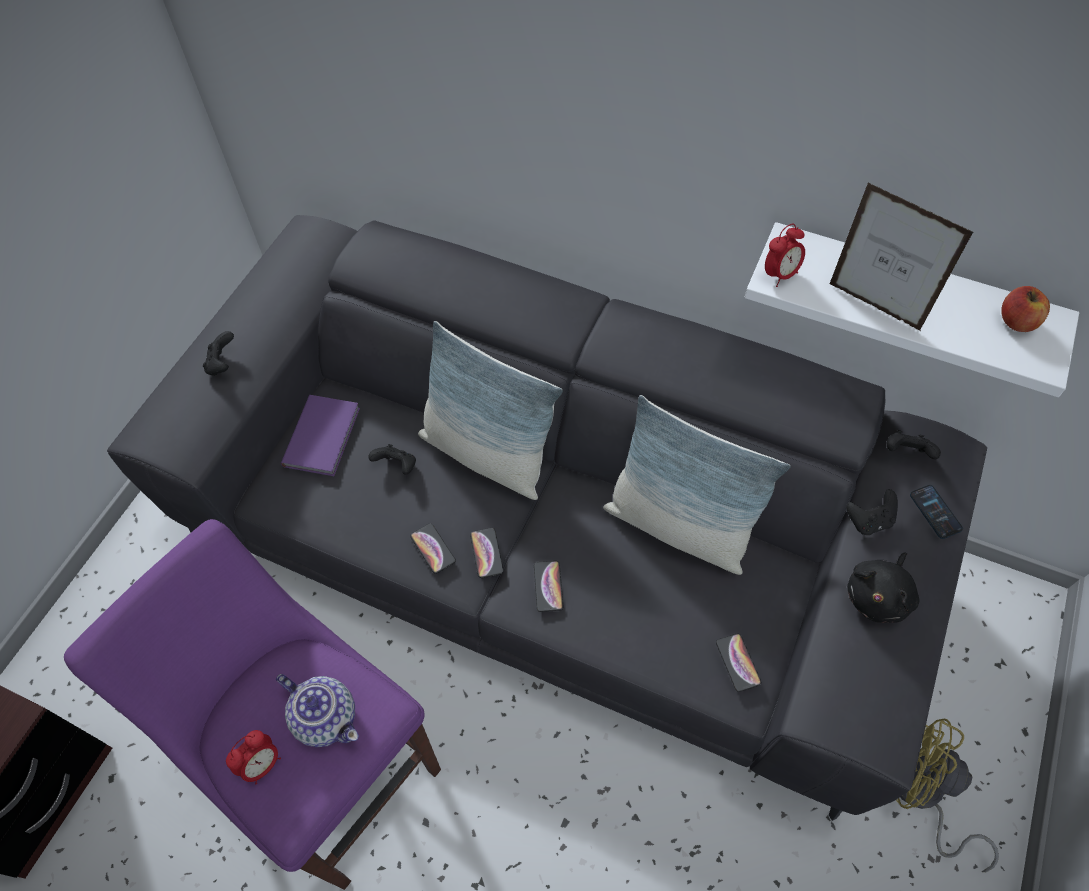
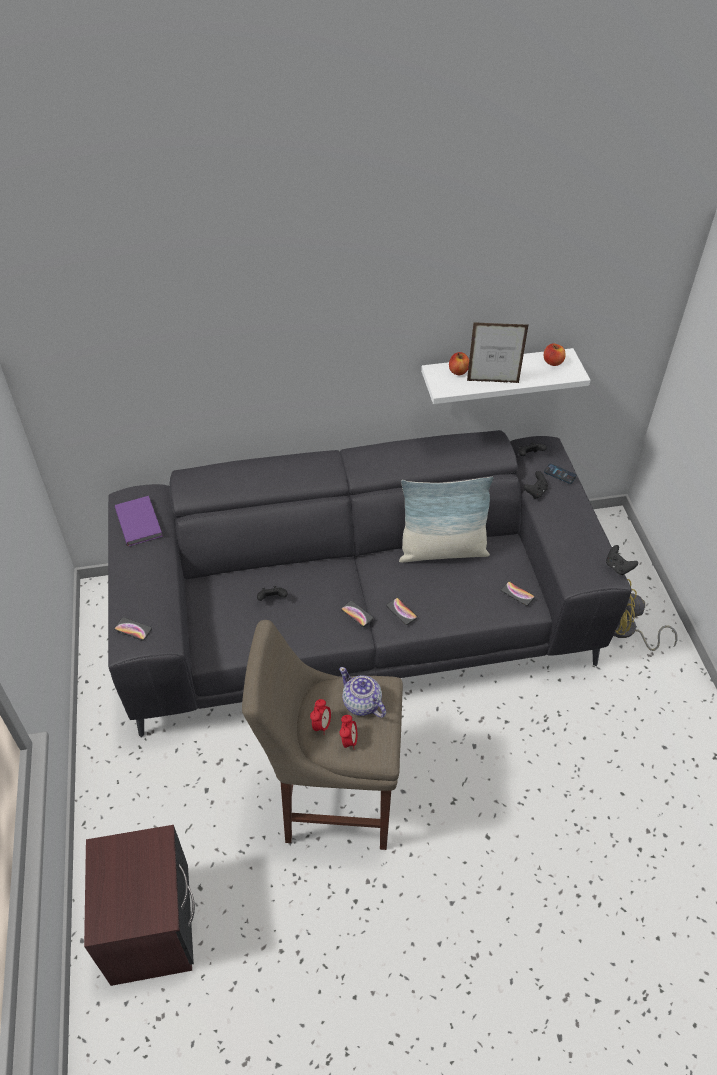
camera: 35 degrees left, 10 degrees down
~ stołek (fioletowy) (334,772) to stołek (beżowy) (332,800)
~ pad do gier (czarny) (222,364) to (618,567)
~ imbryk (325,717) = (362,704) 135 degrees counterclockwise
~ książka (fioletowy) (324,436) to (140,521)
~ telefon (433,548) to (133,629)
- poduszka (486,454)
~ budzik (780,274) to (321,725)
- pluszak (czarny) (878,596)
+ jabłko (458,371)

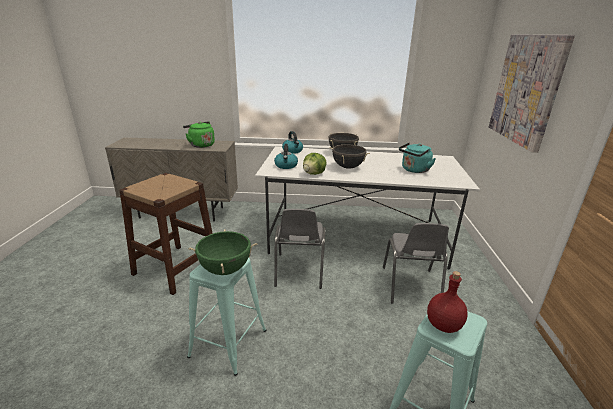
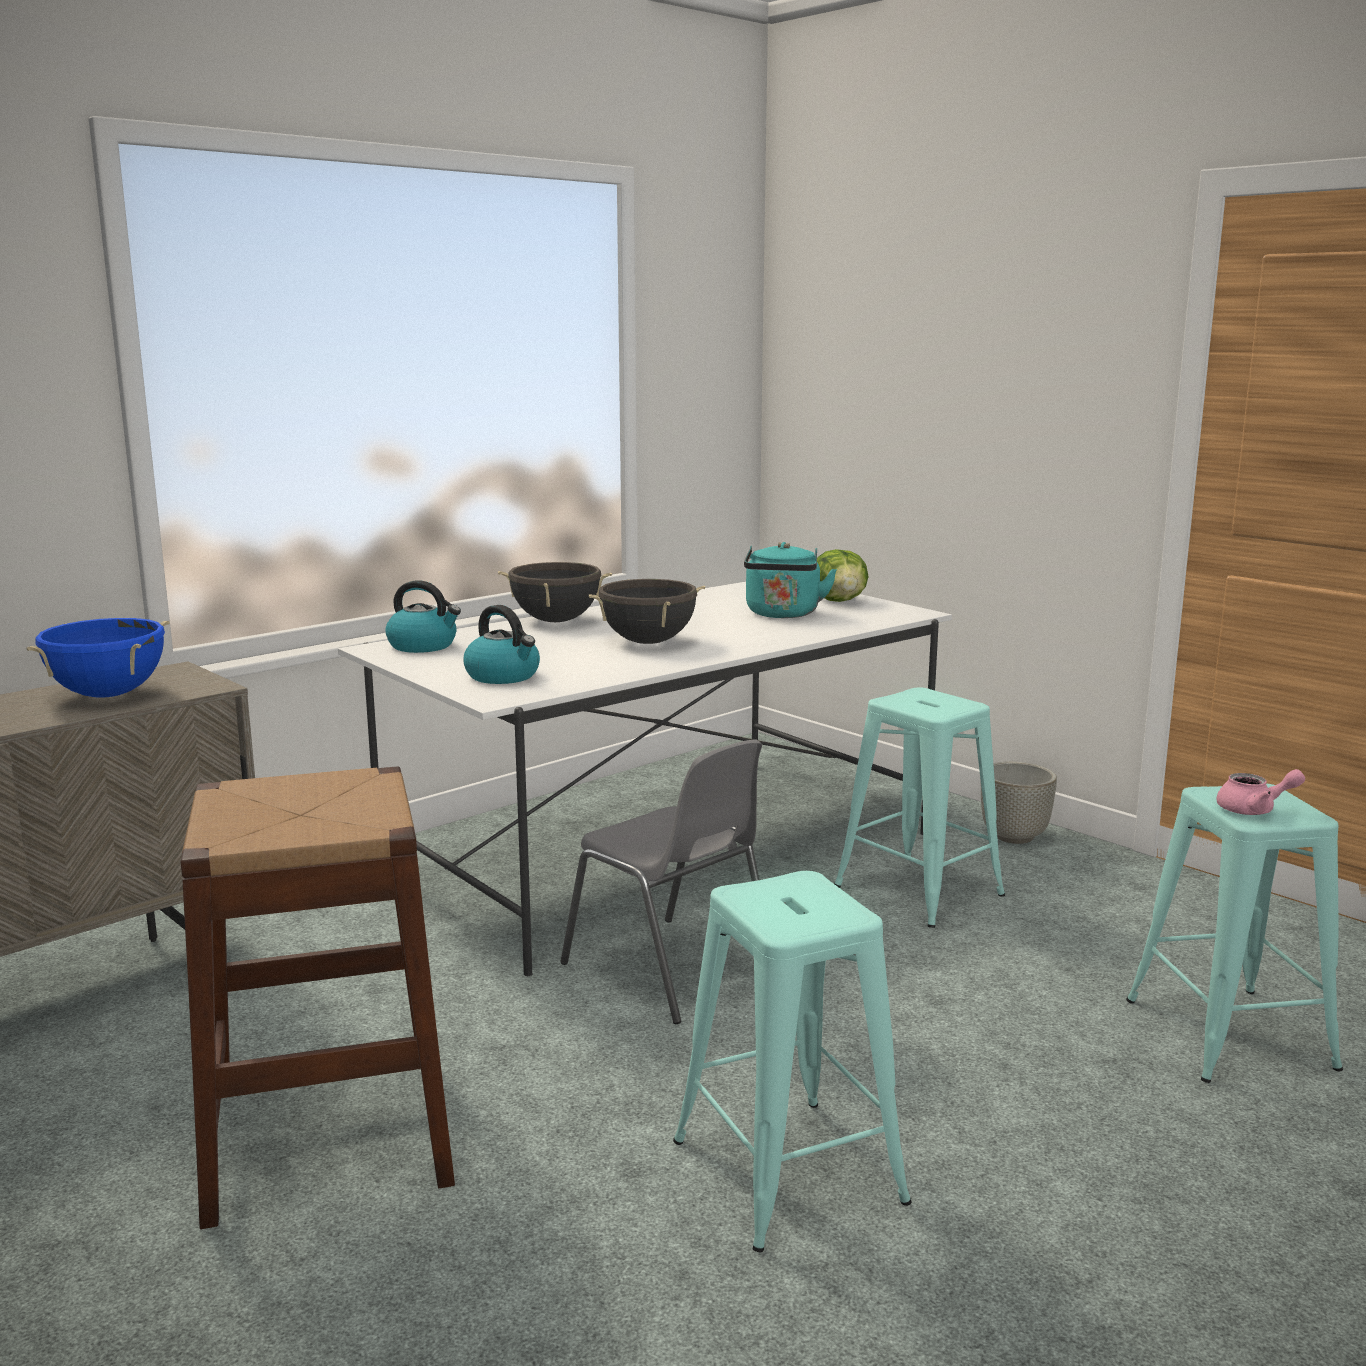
camera: 45 degrees left, 10 degrees down
~ czajnik (zielony) (201,145) to garnek (niebieski) (108,695)
- garnek (zielony) (225,269)
~ sałata (314,174) to (840,601)
~ krzesło (szary) (410,286) to stołek (turkusowy) (918,891)
~ butelka (czerwony) (444,325) to imbryk (różowy) (1254,810)
- obraz (526,89)
+ donica (szary) (1014,836)

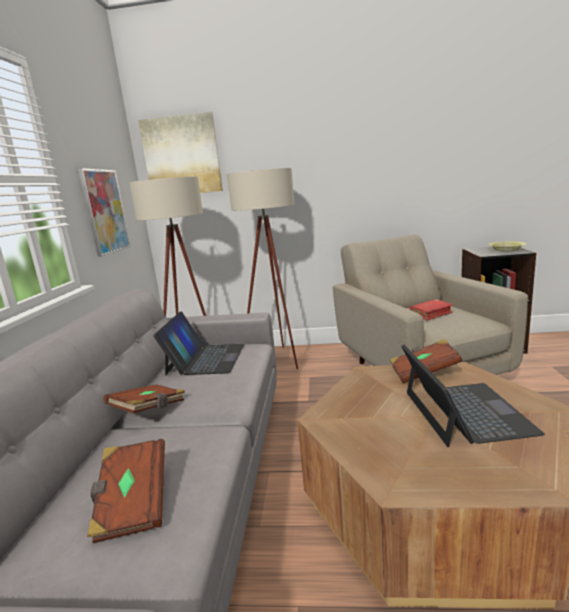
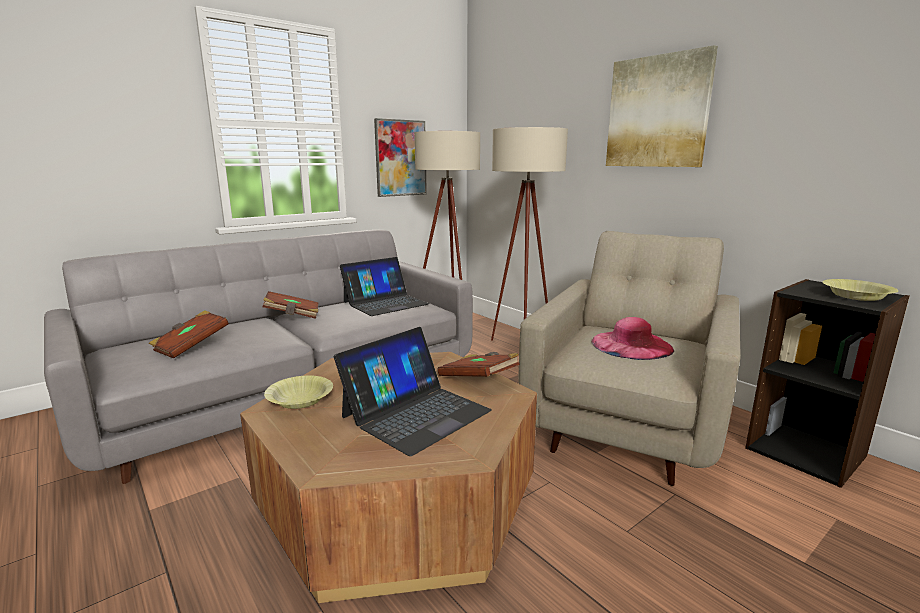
camera: 45 degrees right, 0 degrees up
~ obraz (182,156) to (657,112)
~ książka (czerwony) (431,314) to kapelusz (różowy) (631,345)
+ miska (żółty) (300,400)

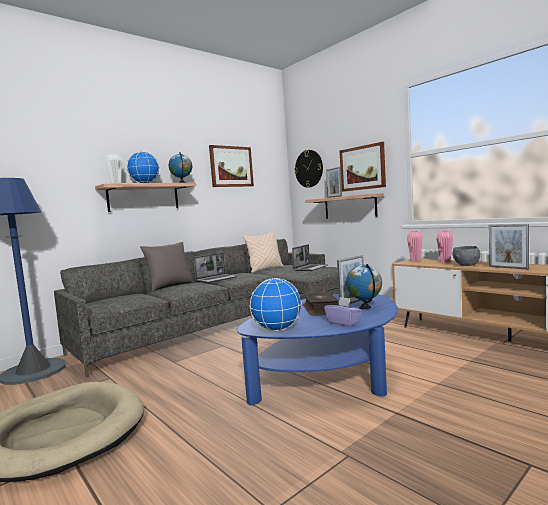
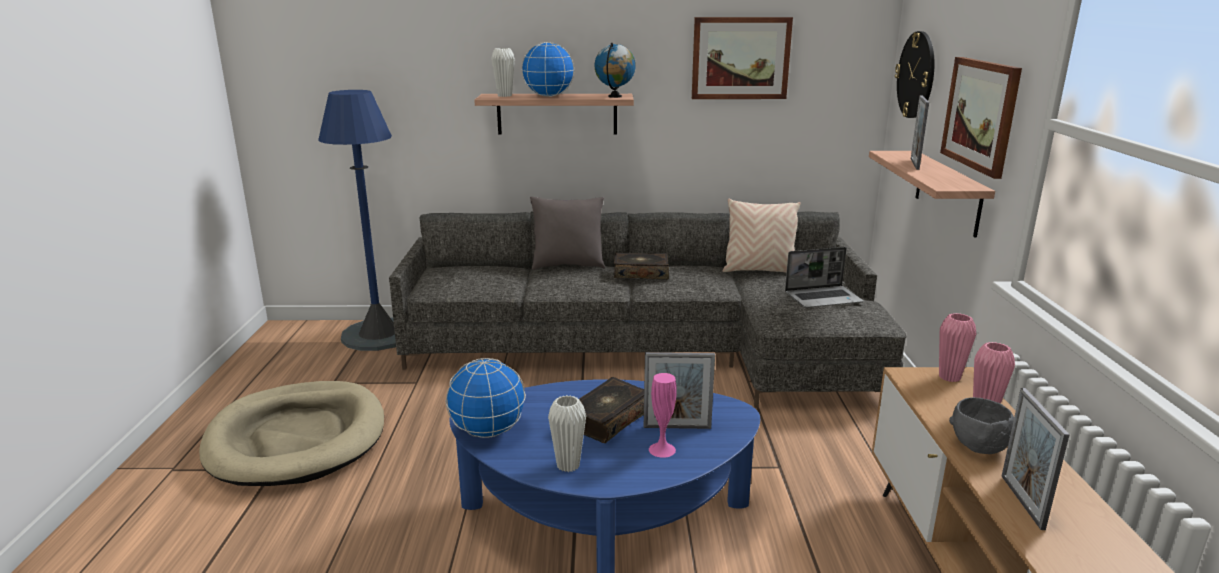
camera: 40 degrees right, 15 degrees up
~ laptop (217,279) to książka (641,273)
~ pudełko chusteczek (fioletowy) (343,323) to wazon (biały) (568,465)
~ globus (365,308) to wazon (różowy) (662,449)

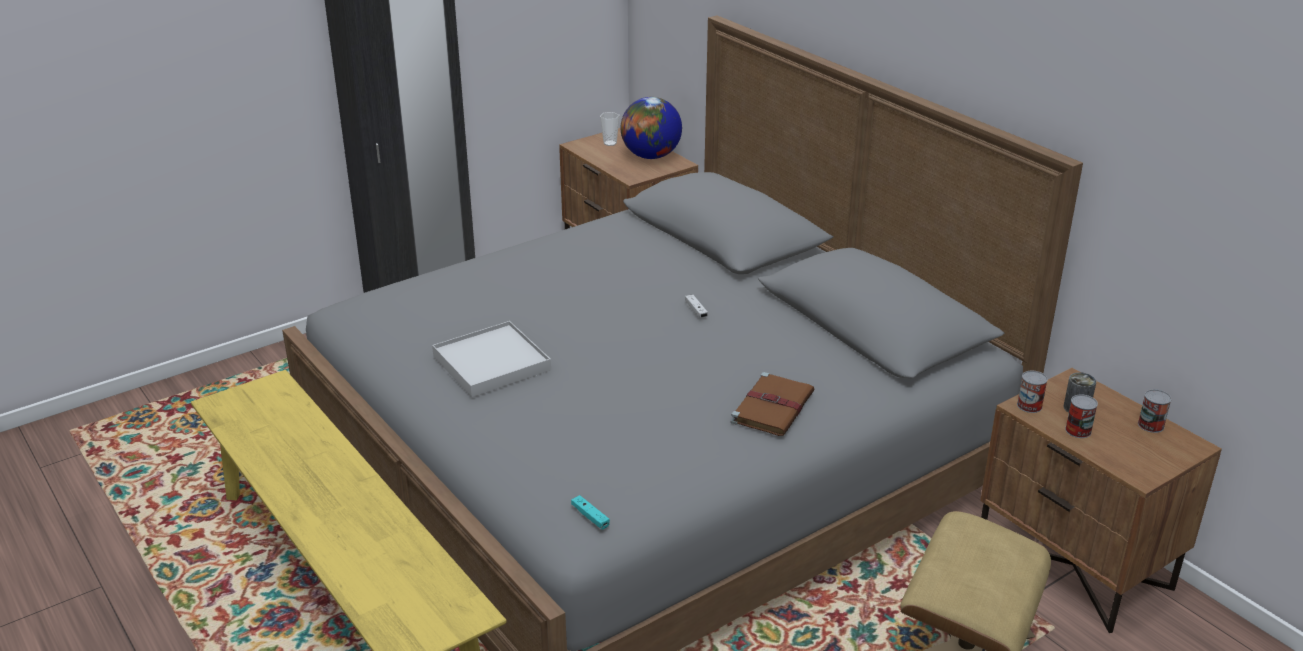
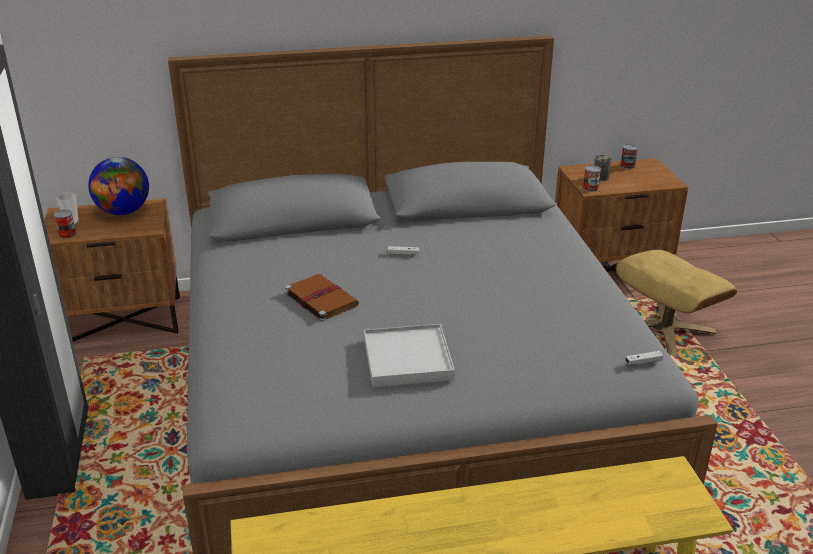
camera: 65 degrees left, 0 degrees up
~ pad do gier (turkusowy) (590,517) to pad do gier (biały) (643,362)
~ książka (brązowy) (773,407) to (320,299)
~ puszka (1078,430) to (67,234)

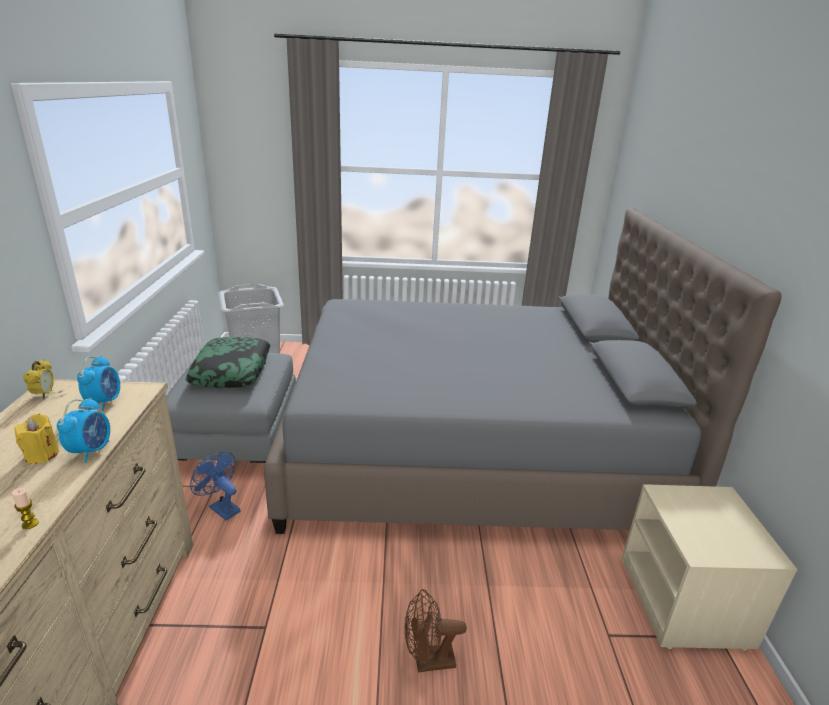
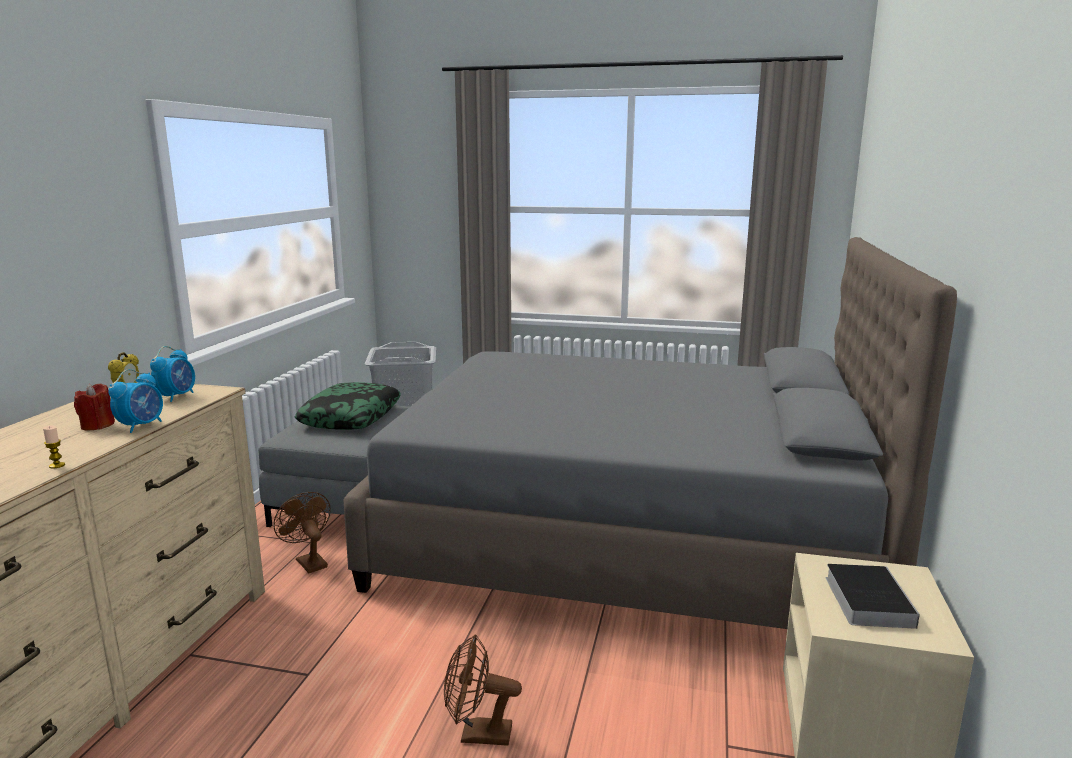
camera: 15 degrees right, 10 degrees down
~ świeca (żółty) (42,455) to świeca (czerwony) (97,425)
~ wentylator (niebieski) (221,508) to wentylator (brązowy) (308,562)
+ książka (866,599)

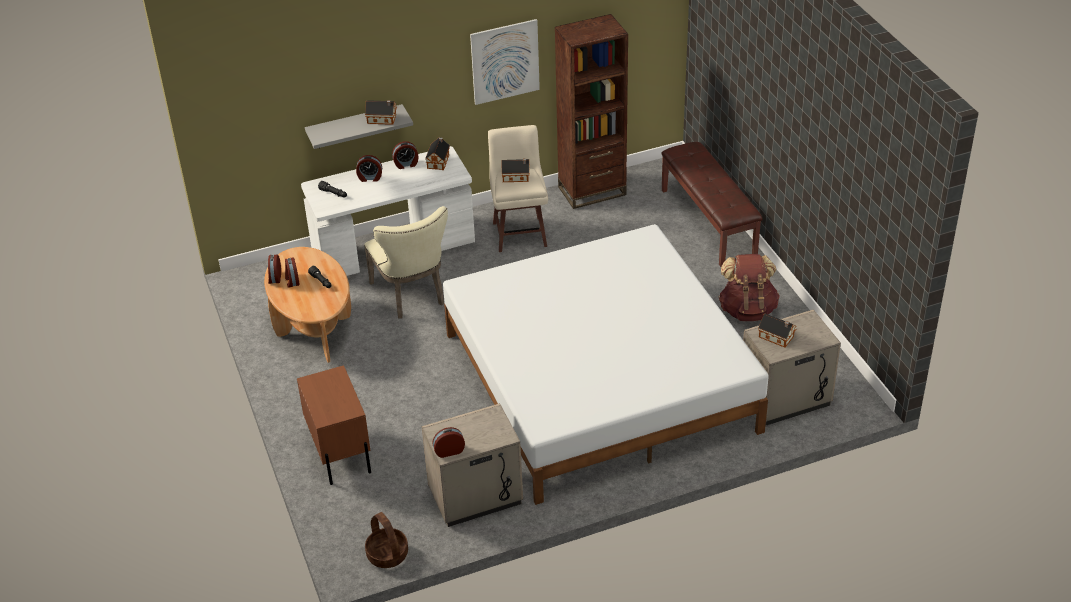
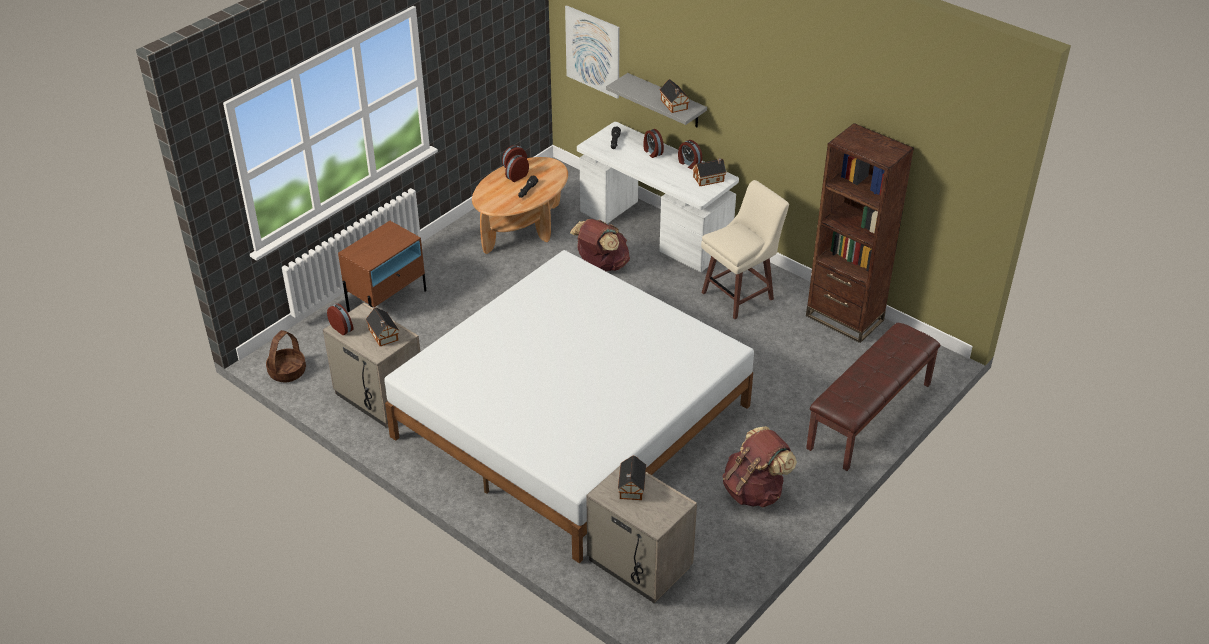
camera: 60 degrees right, 0 degrees up
~ krzesło (beżowy) (411,295) to plecak (brązowy) (601,265)
~ obraz (505,61) to (593,51)
~ domek (517,177) to (383,335)

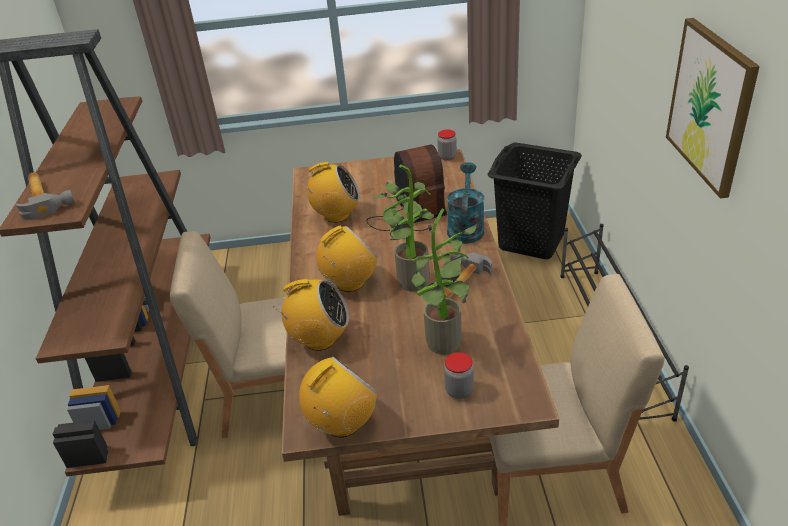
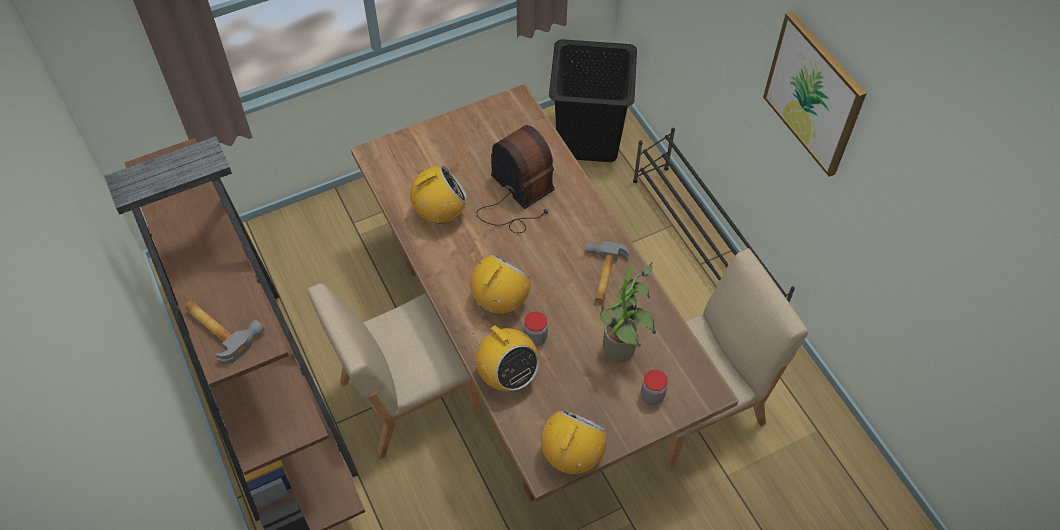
camera: 25 degrees left, 20 degrees up
~ radio (319,340) = (507,375) 75 degrees clockwise
- roślina doniczkowa (410,280)
~ słoik (447,157) to (535,338)
- konewka (turkusowy) (465,227)

